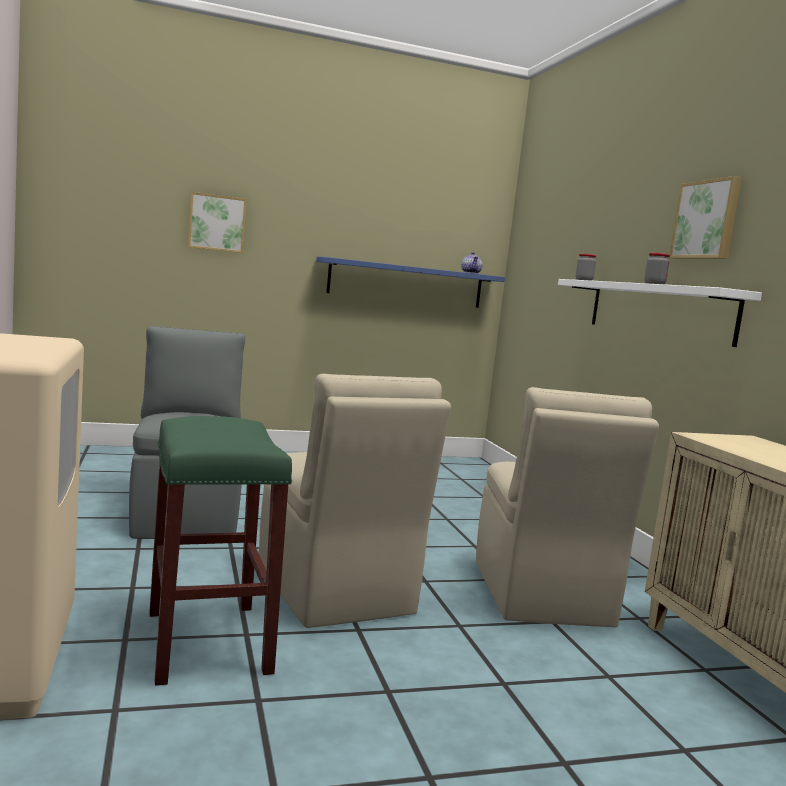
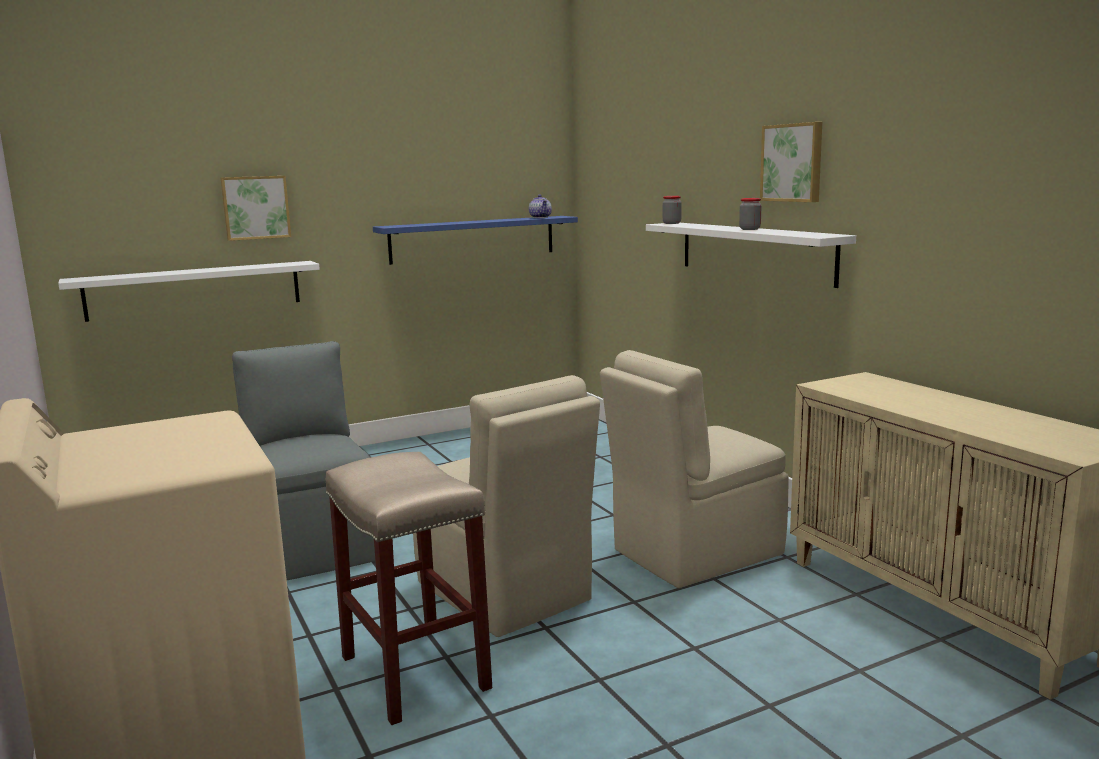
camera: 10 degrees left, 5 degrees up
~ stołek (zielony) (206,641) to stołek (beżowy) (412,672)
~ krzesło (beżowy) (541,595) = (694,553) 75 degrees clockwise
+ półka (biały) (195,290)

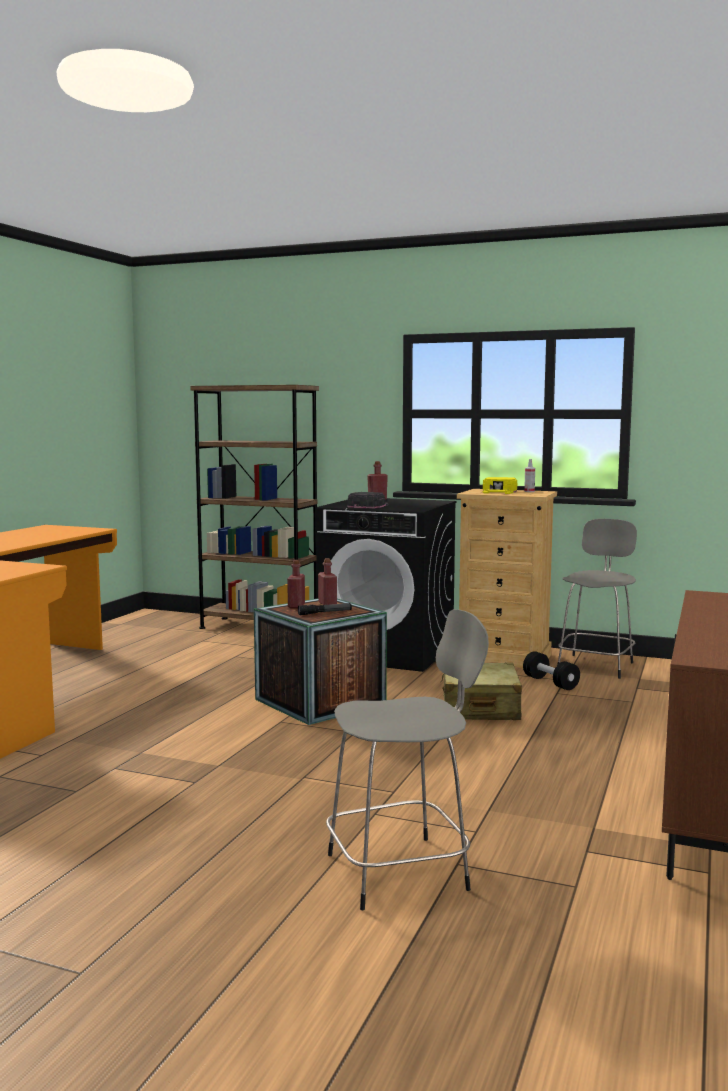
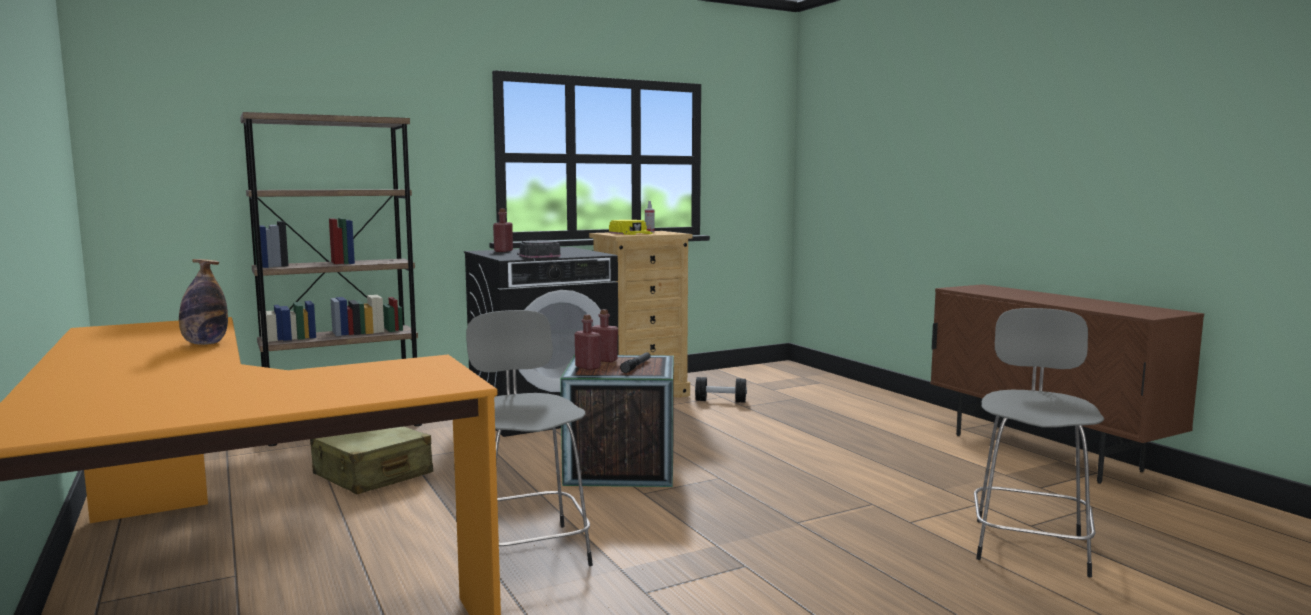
camera: 50 degrees left, 0 degrees up
~ walizka (beżowy) (480,708) to (372,474)
~ stołek (szary) (596,665) to (527,551)
+ butelka (205,344)

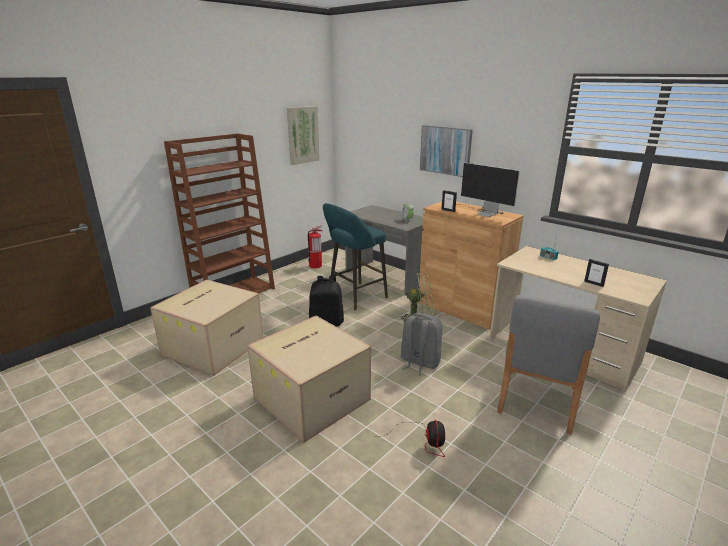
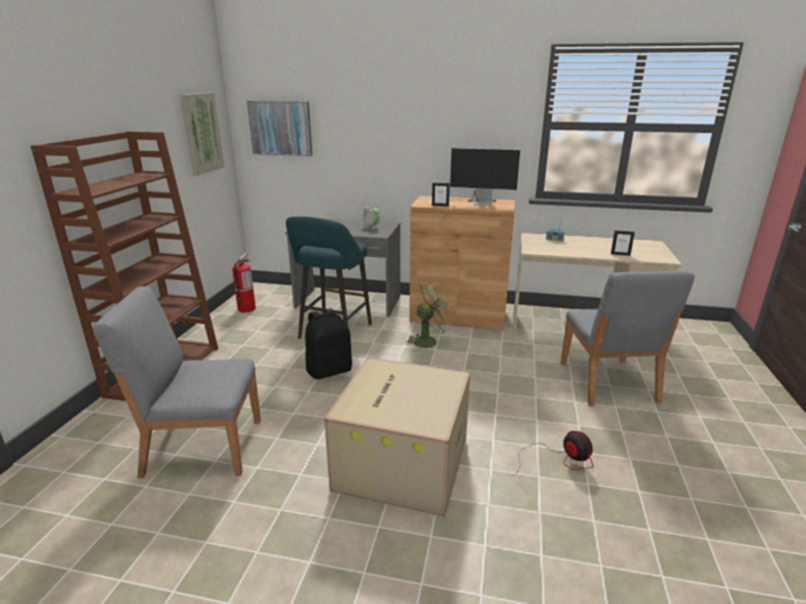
camera: 30 degrees left, 0 degrees up
~ karton (213,346) to krzesło (szary) (202,446)
- plecak (szary) (419,362)
~ obraz (445,150) to (281,128)

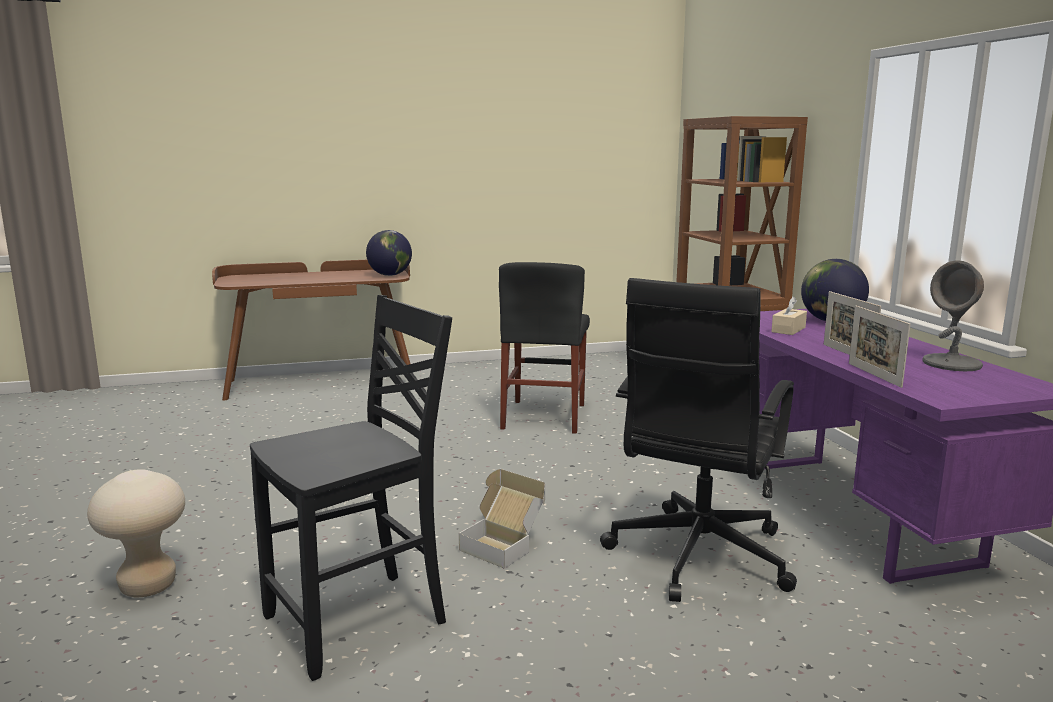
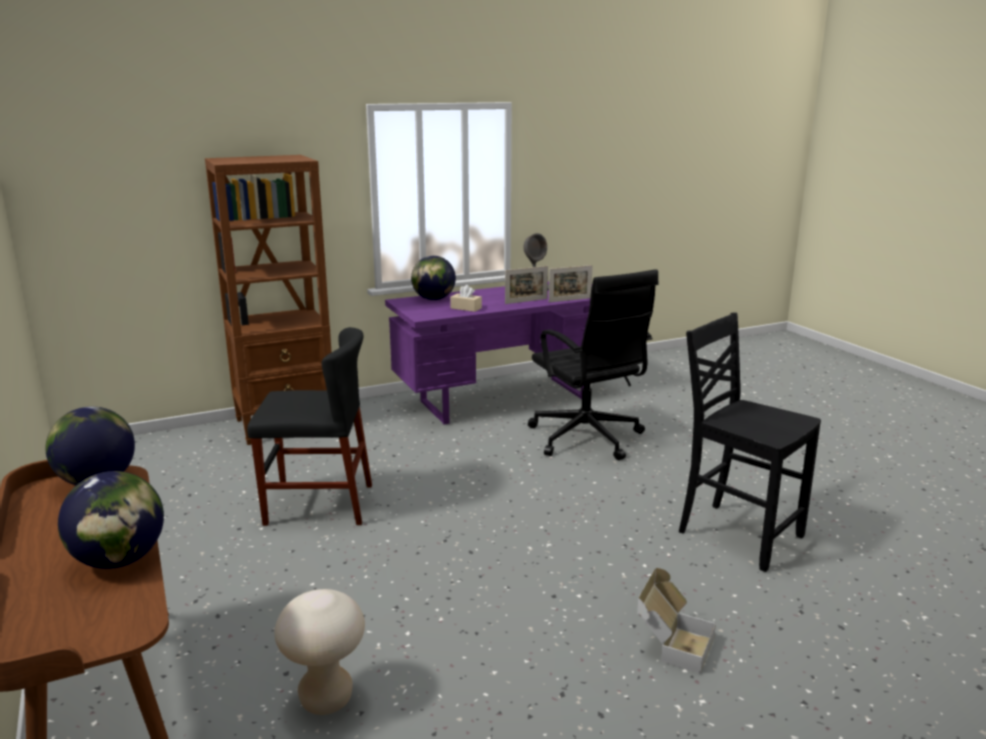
camera: 100 degrees left, 5 degrees up
~ stołek (beżowy) (148,586) to (326,699)
~ karton (504,545) to (672,645)
~ krzesło biurowe (czarny) (697,557) = (587,439) 45 degrees clockwise
+ globus (119,561)

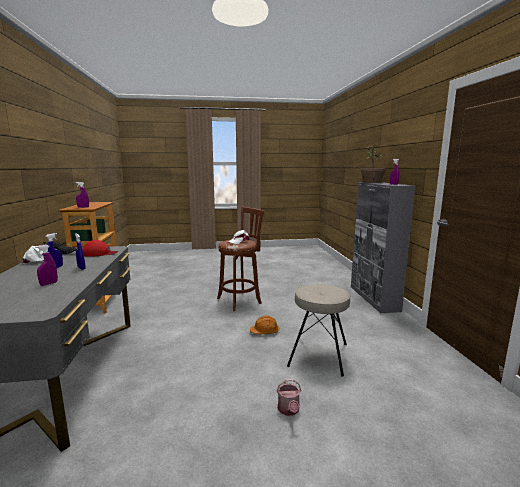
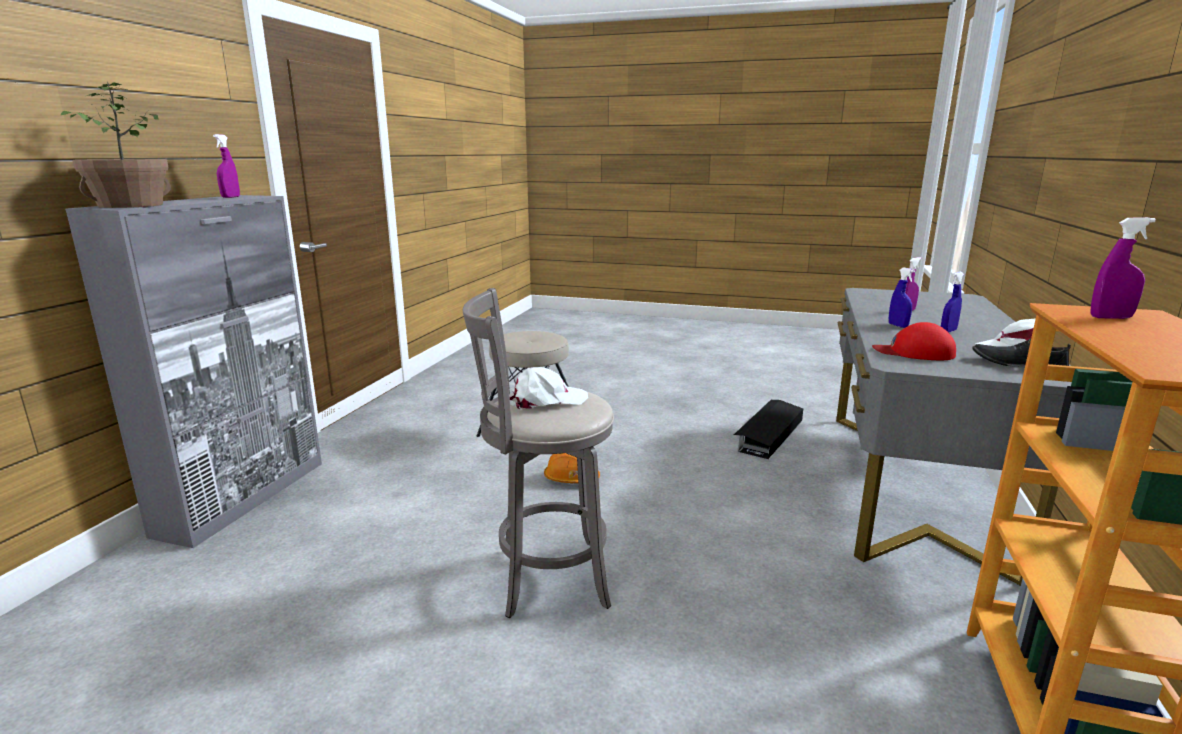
camera: 155 degrees left, 5 degrees up
~ stołek (brązowy) (241,300) to stołek (szary) (545,577)
- konewka (289,410)
+ pojemnik do przechowywania (czarny) (768,435)

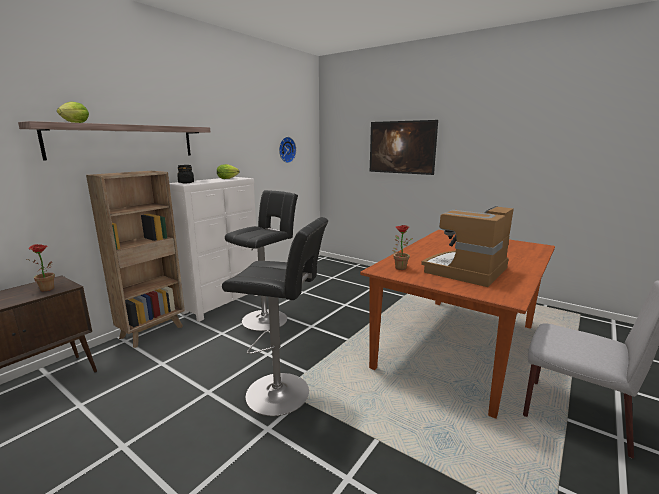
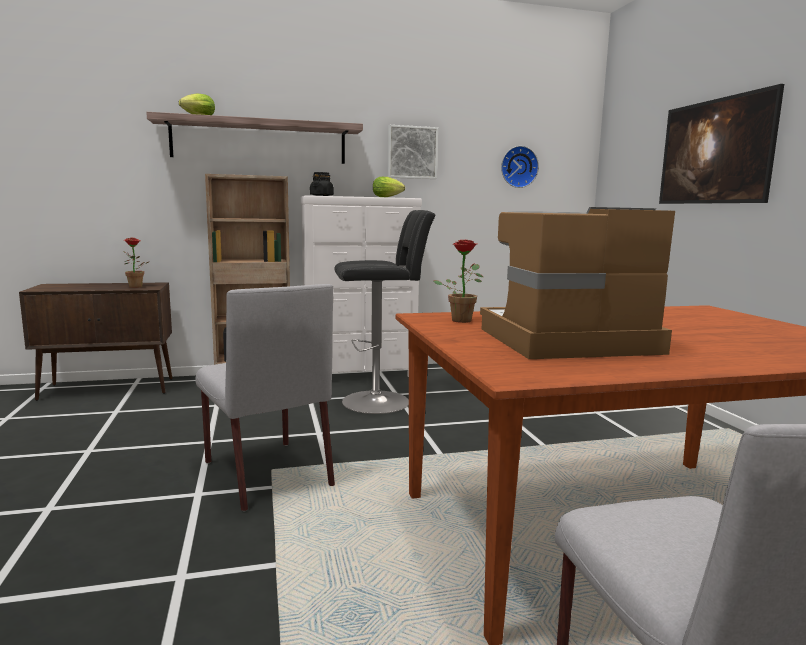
camera: 40 degrees right, 5 degrees down
~ stołek (czarny) (282,393) to krzesło (szary) (266,472)
+ obraz (412,152)

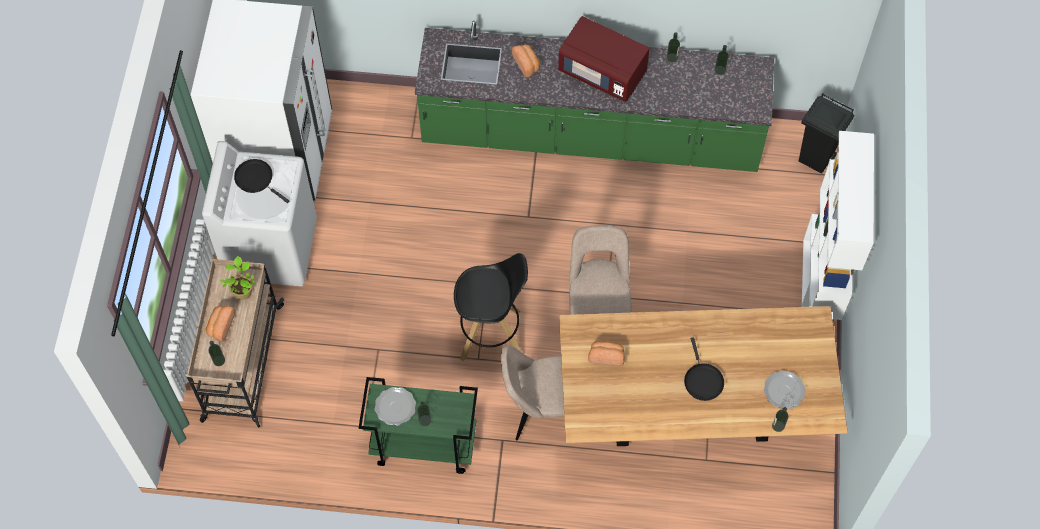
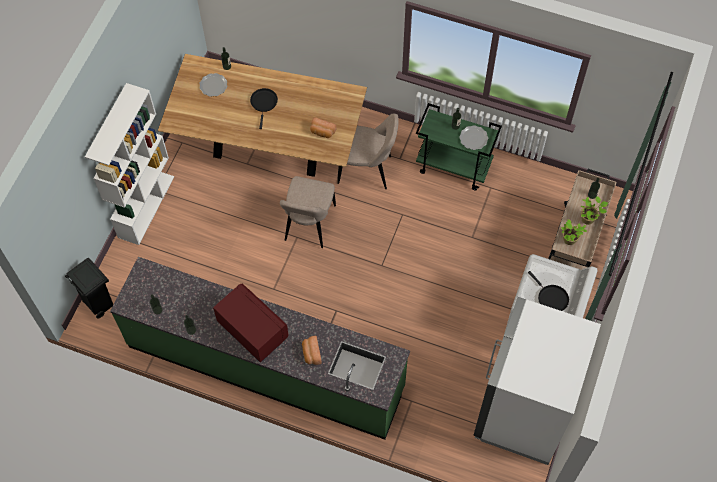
camera: 165 degrees left, 0 degrees up
~ chleb (220,326) to roślina doniczkowa (588,219)
- stołek (czarny) (491,335)

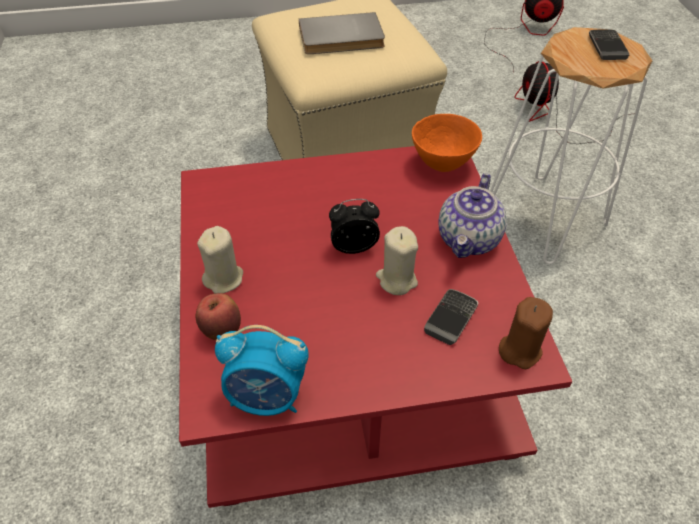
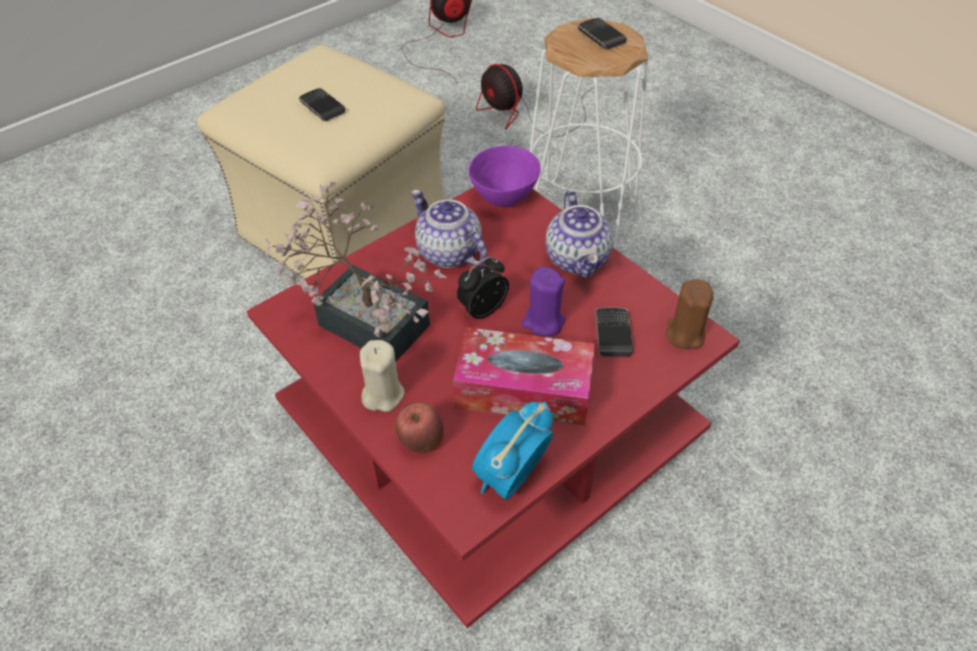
camera: 30 degrees left, 0 degrees up
~ budzik (267,397) = (511,477) 150 degrees clockwise
~ książka (szary) (341,38) to telefon (322,107)
~ świeca (beżowy) (396,280) to świeca (fioletowy) (543,322)
~ miska (pomarańczowy) (442,164) to miska (fioletowy) (504,199)
+ roślina doniczkowa (364,319)
+ imbryk (448,252)
+ pudełko chusteczek (524,389)

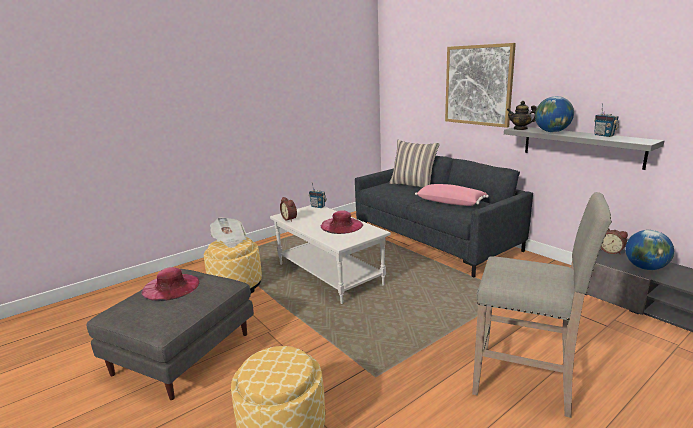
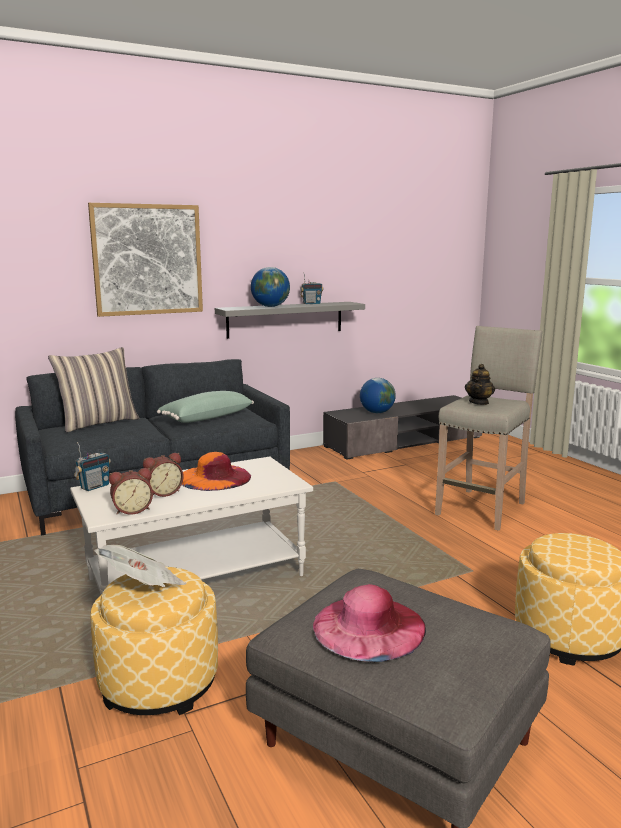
camera: 80 degrees left, 5 degrees down
~ kapelusz (różowy) (341,225) to kapelusz (pomarańczowy) (215,477)
~ poduszka (różowy) (451,202) to poduszka (zielony) (206,417)
~ imbryk (520,128) to (479,402)
~ budzik (611,251) to (163,493)

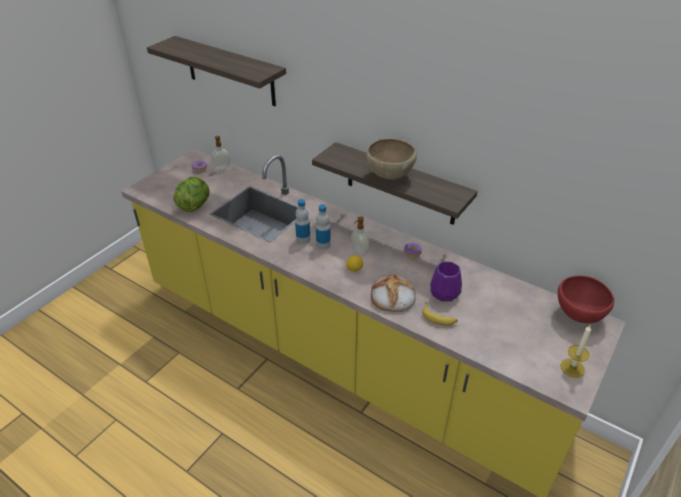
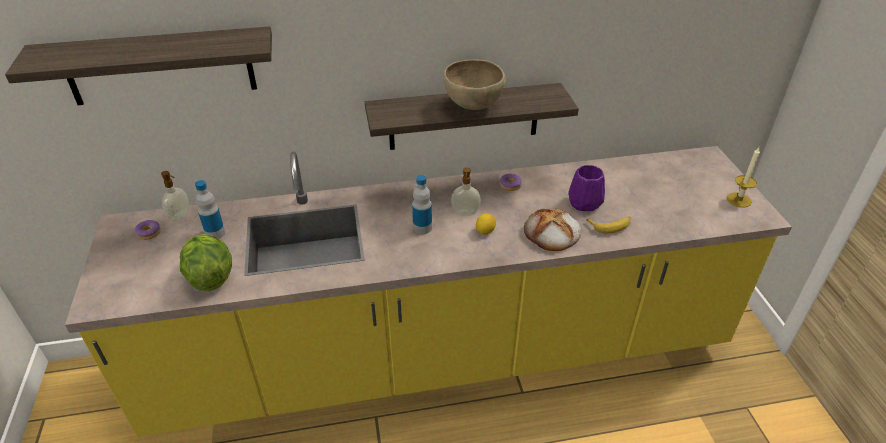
camera: 45 degrees left, 0 degrees up
~ butelka (303,239) to (215,233)
- miska (czerwony) (577,315)

